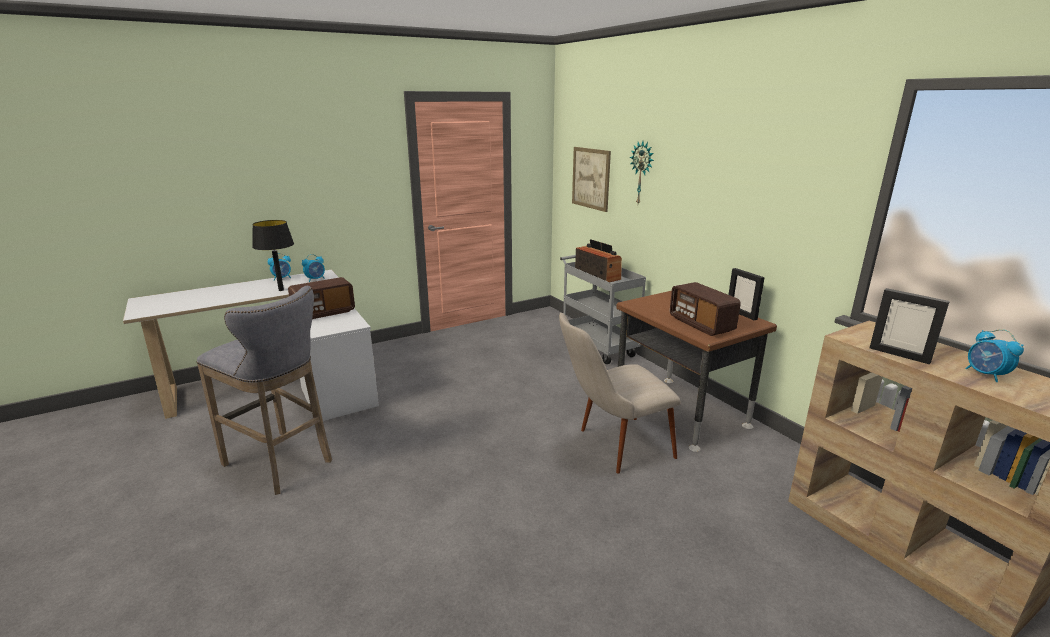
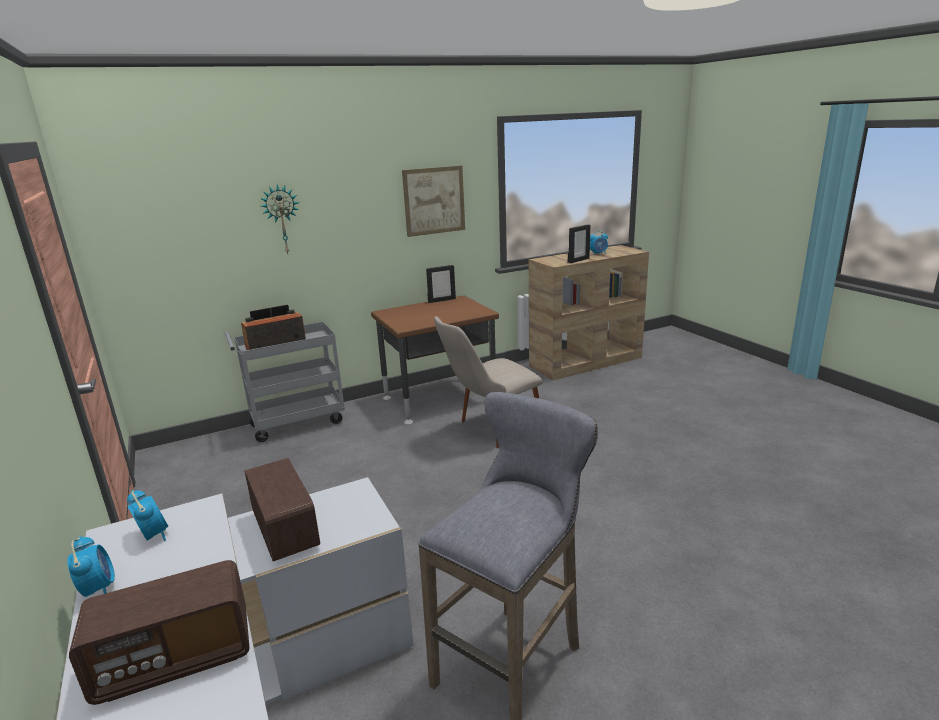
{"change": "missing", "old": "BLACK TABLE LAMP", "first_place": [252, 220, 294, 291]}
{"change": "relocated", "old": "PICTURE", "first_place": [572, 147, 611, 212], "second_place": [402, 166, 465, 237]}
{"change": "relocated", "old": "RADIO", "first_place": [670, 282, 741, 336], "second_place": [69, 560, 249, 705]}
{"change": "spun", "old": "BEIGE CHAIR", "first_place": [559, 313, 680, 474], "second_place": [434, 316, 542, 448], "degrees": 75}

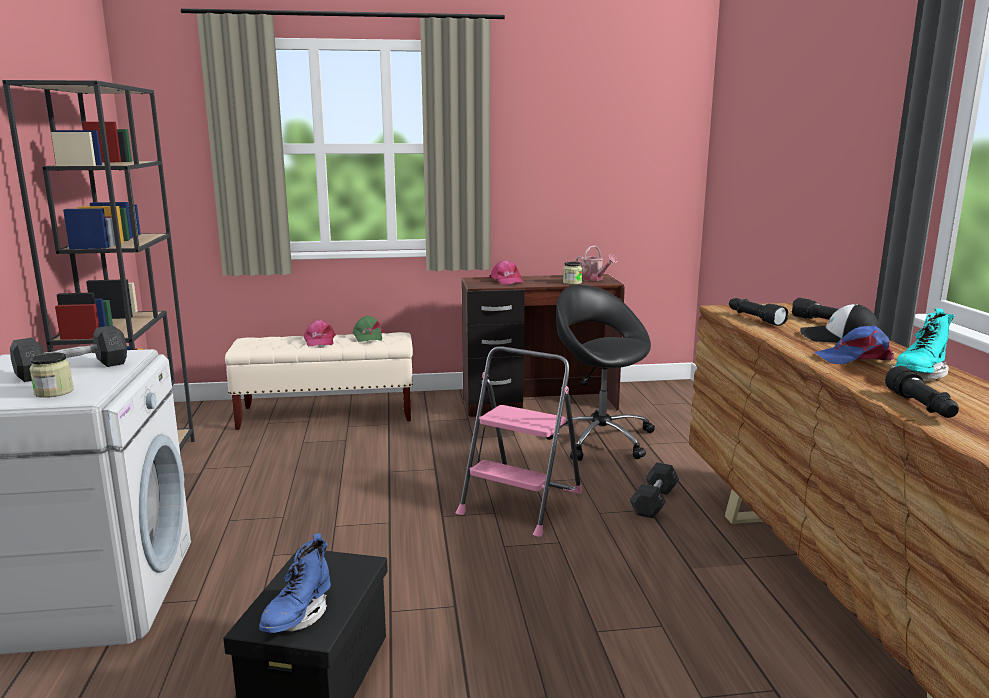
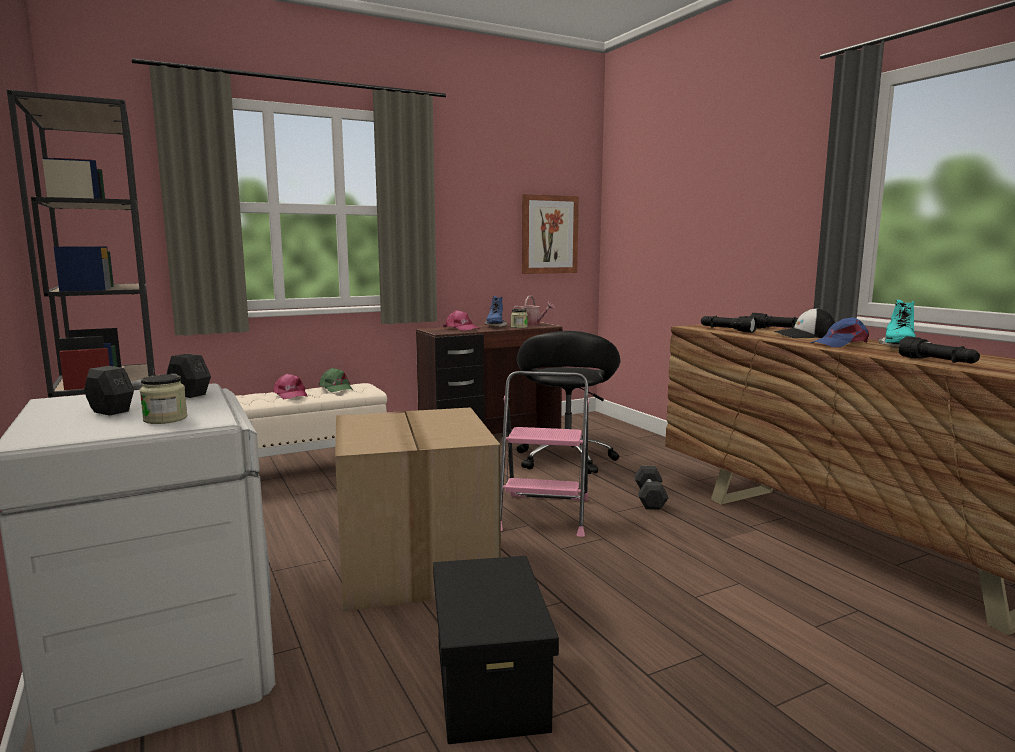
{"change": "appeared", "new": "CARDBOARD BOX", "second_place": [335, 407, 501, 611]}
{"change": "appeared", "new": "PICTURE", "second_place": [522, 194, 579, 274]}
{"change": "relocated", "old": "BLUE BOOT", "first_place": [259, 533, 331, 633], "second_place": [484, 296, 507, 327]}
{"change": "spun", "old": "BLACK OFFICE CHAIR", "first_place": [545, 285, 655, 461], "second_place": [516, 331, 620, 474], "degrees": -105}

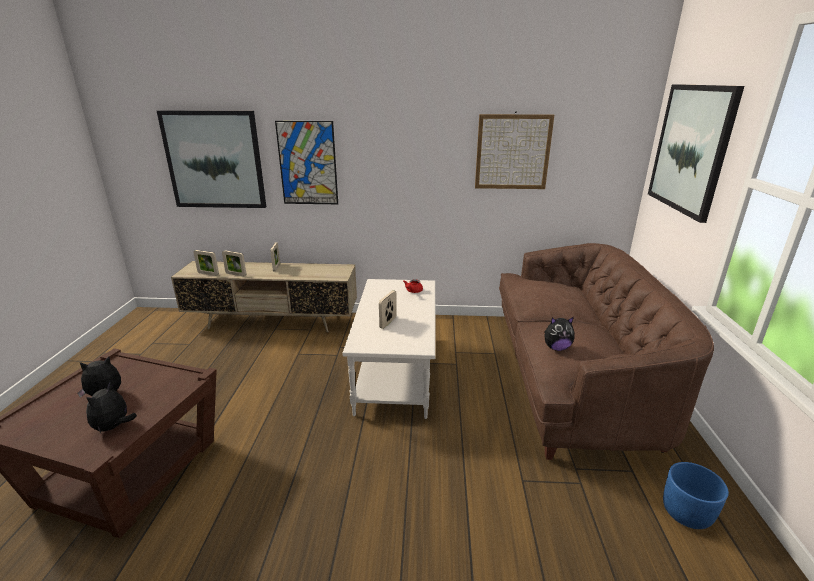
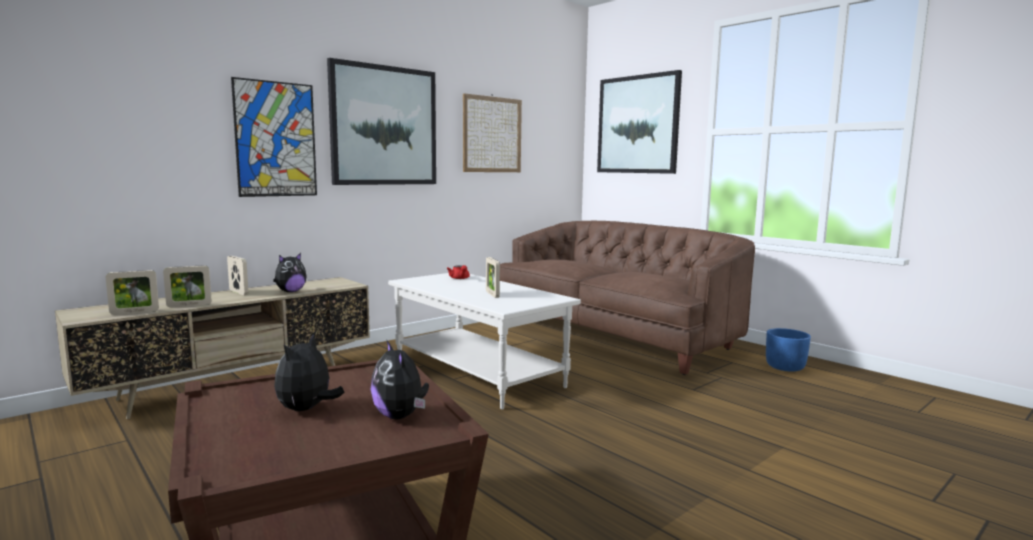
{"change": "relocated", "old": "PICTURE", "first_place": [157, 110, 266, 208], "second_place": [327, 58, 436, 185]}
{"change": "relocated", "old": "PLUSH TOY", "first_place": [544, 317, 574, 351], "second_place": [273, 253, 307, 292]}

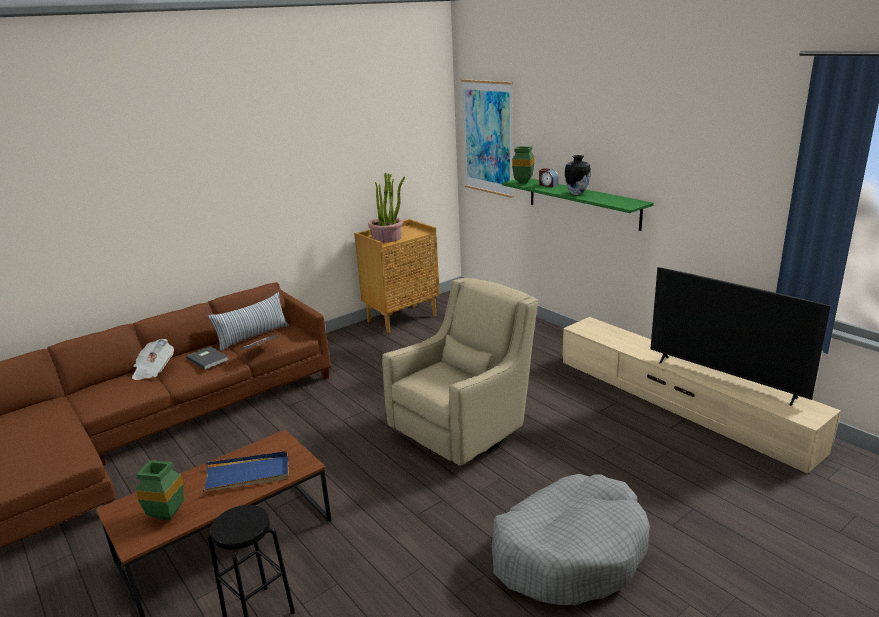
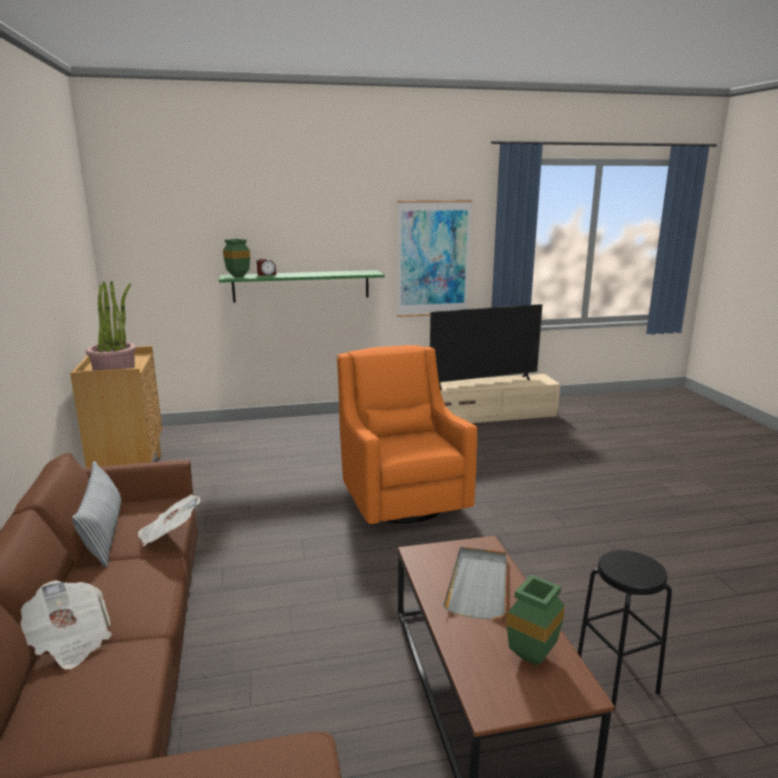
{"change": "missing", "old": "GREY BOOK", "first_place": [186, 346, 229, 370]}
{"change": "missing", "old": "GREY DOG BED", "first_place": [492, 474, 650, 605]}
{"change": "missing", "old": "VASE", "first_place": [565, 155, 591, 195]}
{"change": "relocated", "old": "PICTURE", "first_place": [461, 79, 514, 198], "second_place": [397, 200, 472, 317]}
{"change": "colour", "old": "BLUE TRAY", "new": "GREY TRAY", "first_place": [203, 451, 289, 492], "second_place": [443, 547, 507, 620]}
{"change": "colour", "old": "BEIGE ARMCHAIR", "new": "ORANGE ARMCHAIR", "first_place": [382, 278, 538, 466], "second_place": [337, 345, 477, 524]}

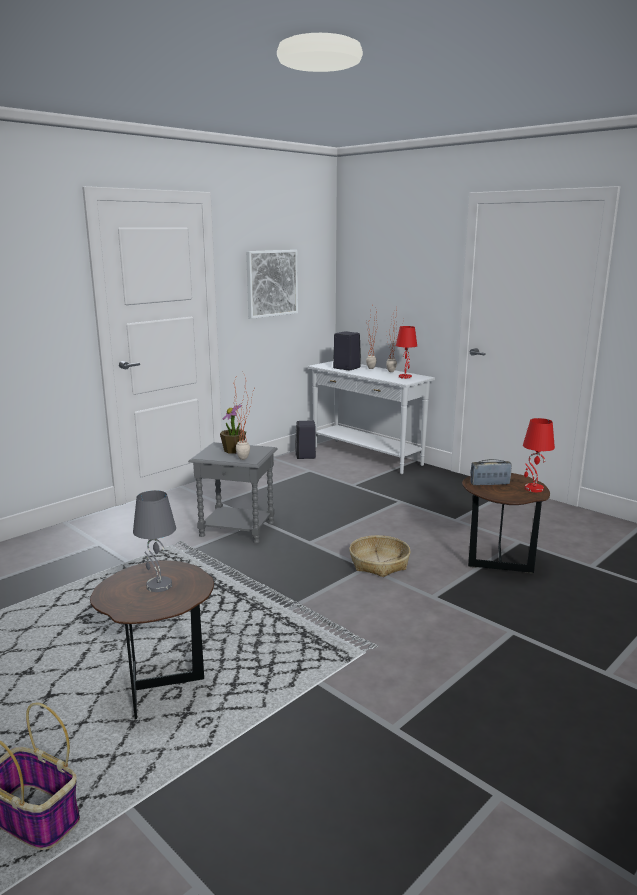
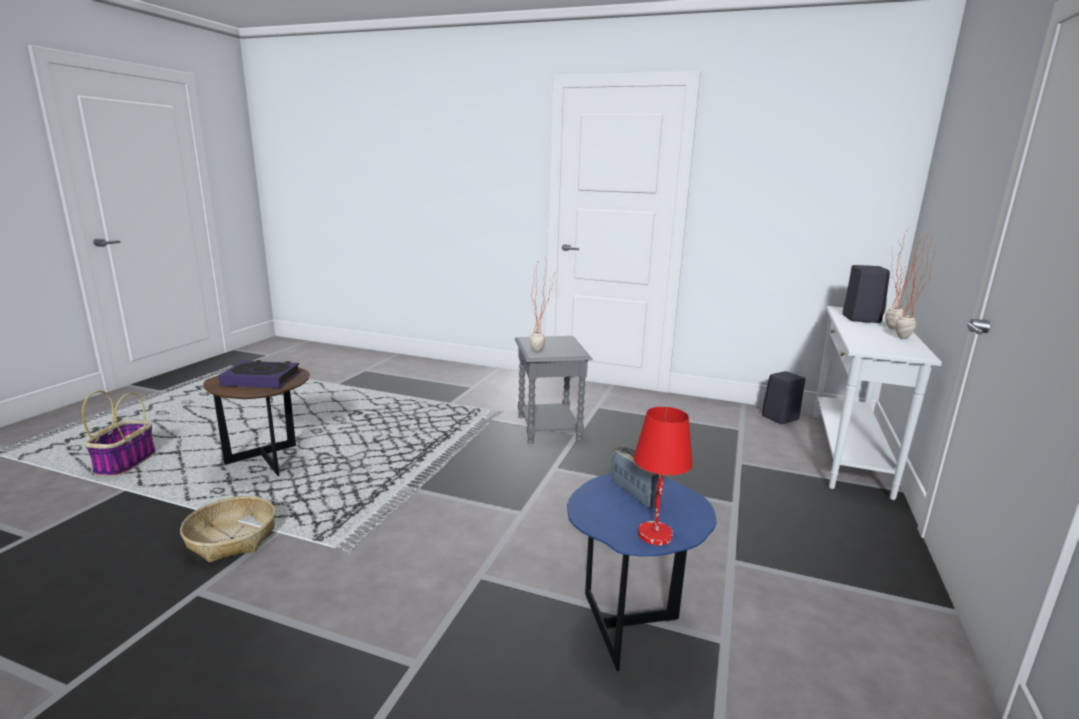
{"change": "missing", "old": "POTTED PLANT", "first_place": [220, 404, 246, 454]}
{"change": "missing", "old": "PICTURE", "first_place": [246, 250, 298, 319]}
{"change": "missing", "old": "RED TABLE LAMP", "first_place": [396, 326, 417, 379]}
{"change": "relocated", "old": "BASKET", "first_place": [349, 535, 411, 577], "second_place": [180, 496, 275, 563]}
{"change": "exchanged", "old": "GREY TABLE LAMP", "new": "BOOK", "first_place": [133, 490, 176, 592], "second_place": [218, 360, 300, 388]}
{"change": "colour", "old": "BROWN SIDE TABLE", "new": "BLUE SIDE TABLE", "first_place": [462, 473, 550, 574], "second_place": [567, 473, 716, 671]}

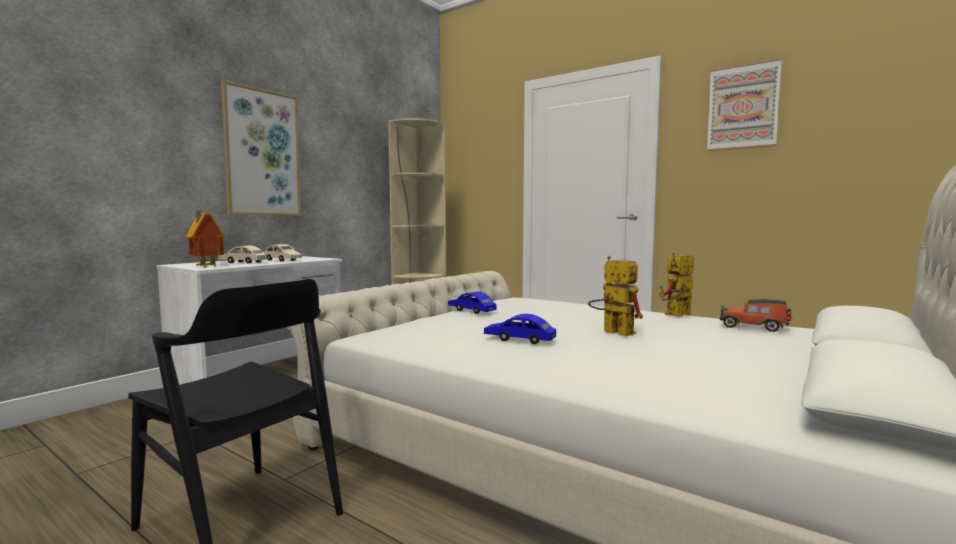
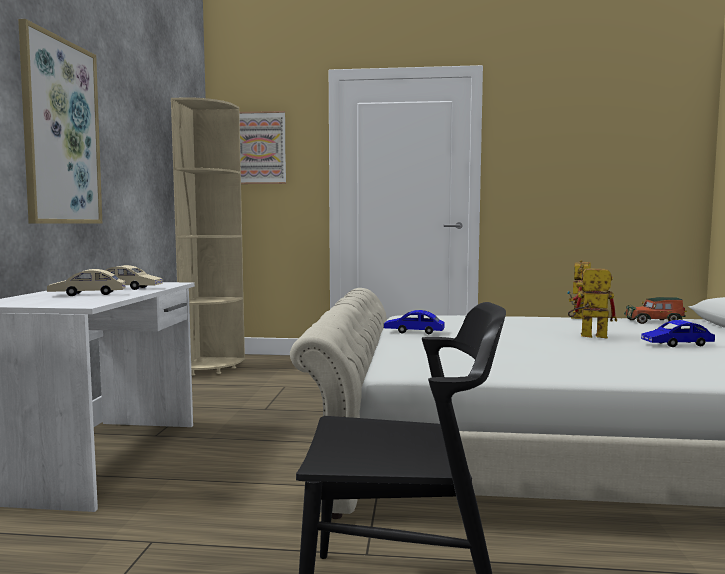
{"change": "missing", "old": "TOY HOUSE", "first_place": [186, 210, 225, 268]}
{"change": "relocated", "old": "BLUE TOY CAR", "first_place": [484, 314, 556, 344], "second_place": [641, 320, 715, 347]}
{"change": "relocated", "old": "PICTURE", "first_place": [707, 58, 782, 151], "second_place": [239, 111, 286, 184]}

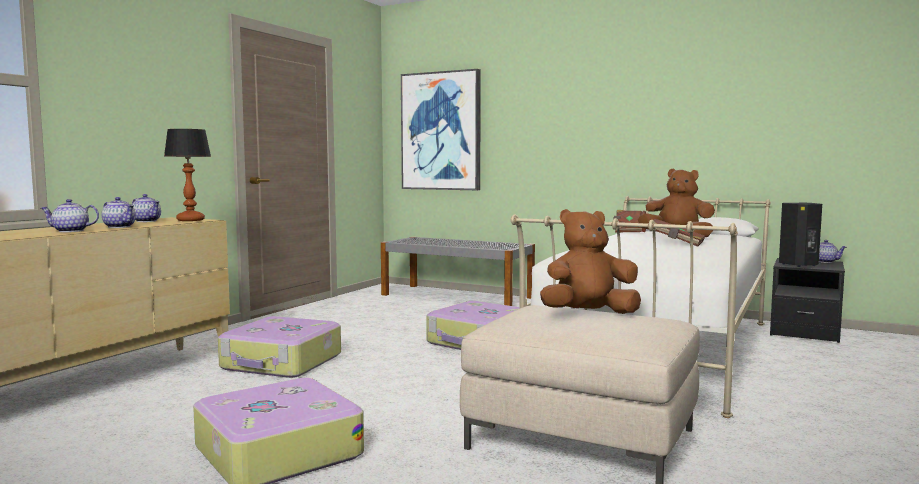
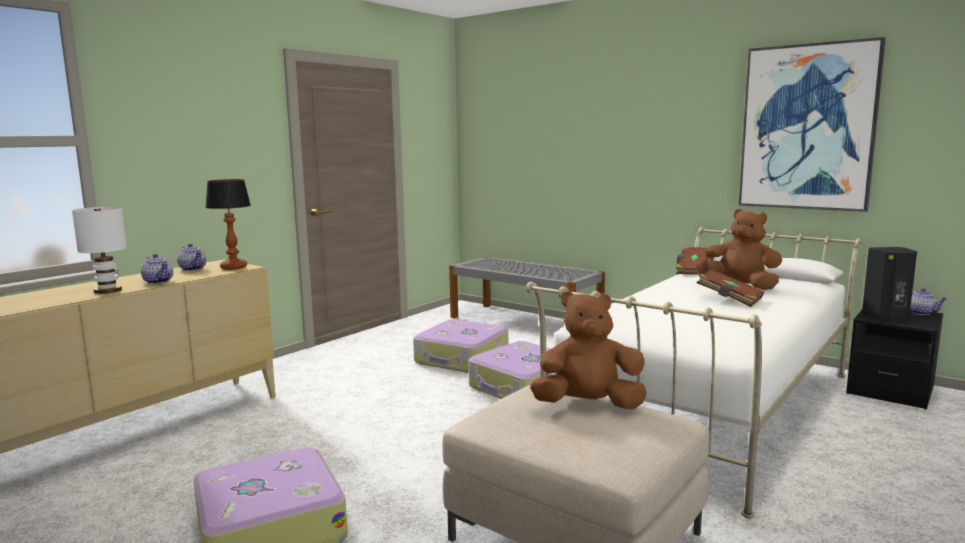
{"change": "relocated", "old": "SUITCASE", "first_place": [218, 316, 341, 378], "second_place": [413, 320, 508, 373]}
{"change": "relocated", "old": "PICTURE", "first_place": [401, 69, 481, 190], "second_place": [739, 37, 886, 212]}
{"change": "exchanged", "old": "TEAPOT", "new": "WHITE TABLE LAMP", "first_place": [41, 199, 99, 232], "second_place": [72, 207, 127, 294]}

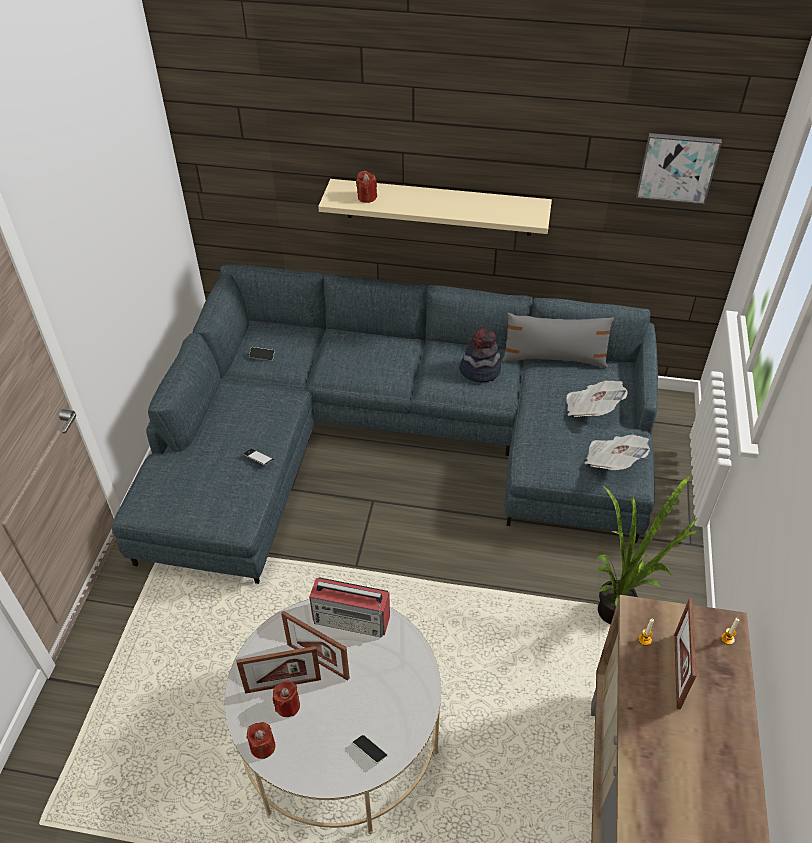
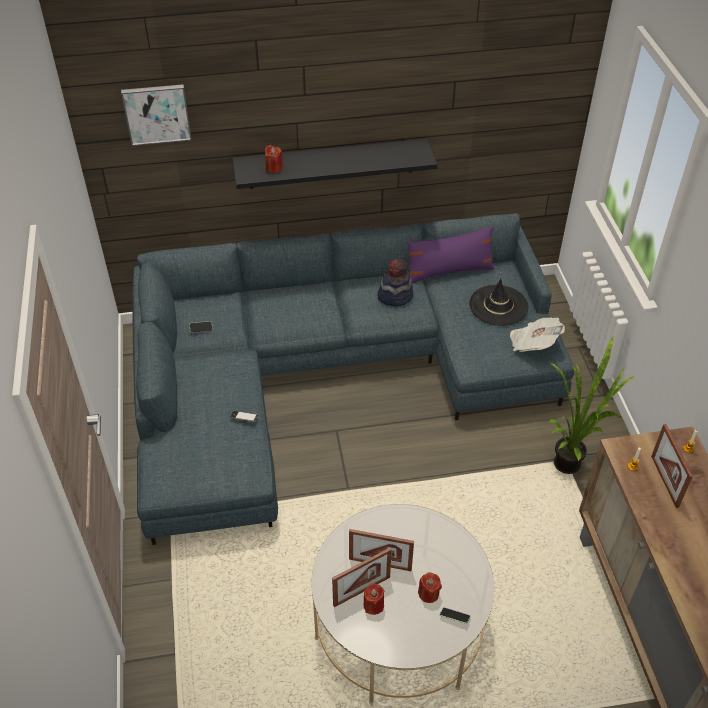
{"change": "missing", "old": "RADIO", "first_place": [309, 577, 390, 637]}
{"change": "relocated", "old": "RED CANDLE", "first_place": [246, 722, 275, 759], "second_place": [418, 572, 442, 603]}
{"change": "relocated", "old": "PICTURE", "first_place": [636, 133, 722, 204], "second_place": [121, 84, 191, 146]}
{"change": "exchanged", "old": "NEWSPAPER", "new": "BLACK HAT", "first_place": [566, 381, 628, 417], "second_place": [469, 279, 528, 326]}
{"change": "colour", "old": "BEIGE SHELF", "new": "BLACK SHELF", "first_place": [318, 179, 552, 236], "second_place": [232, 139, 438, 189]}
{"change": "colour", "old": "GREY PILLOW", "new": "PURPLE PILLOW", "first_place": [502, 313, 614, 368], "second_place": [407, 226, 495, 283]}

